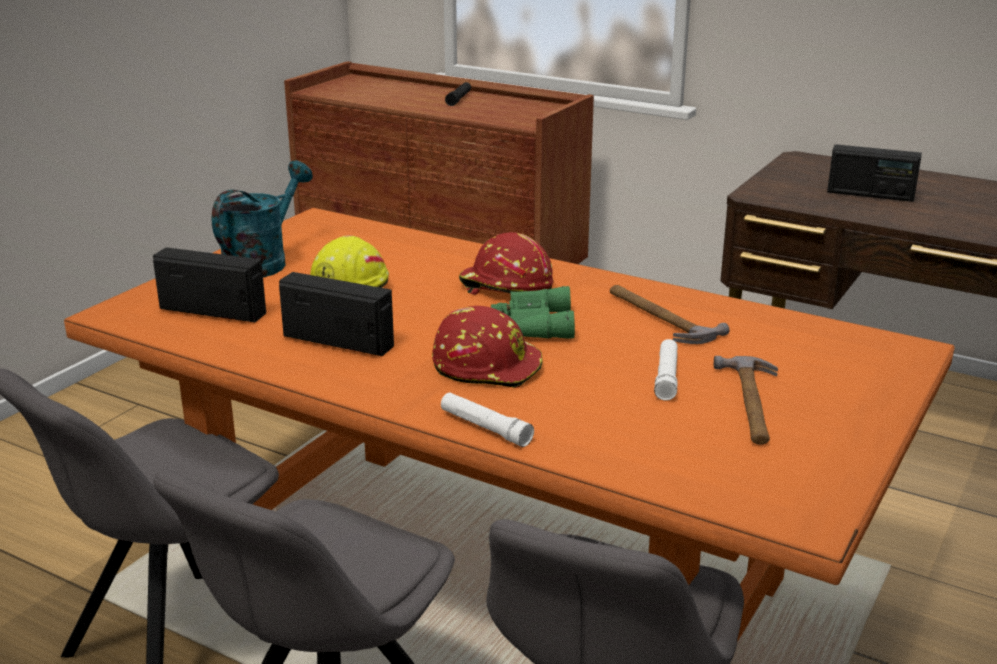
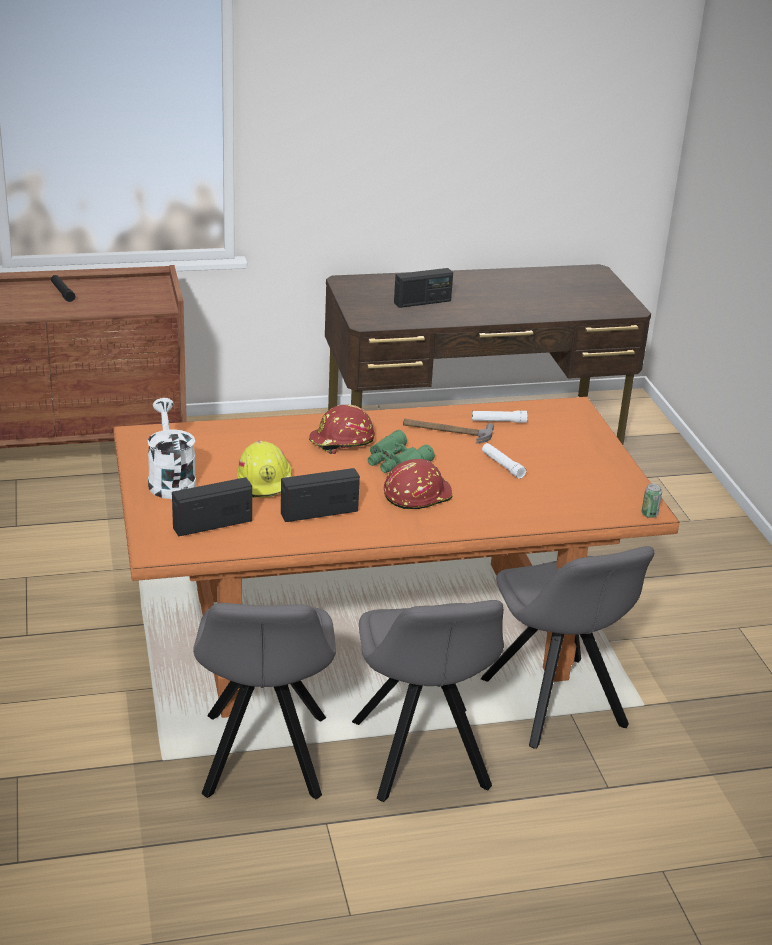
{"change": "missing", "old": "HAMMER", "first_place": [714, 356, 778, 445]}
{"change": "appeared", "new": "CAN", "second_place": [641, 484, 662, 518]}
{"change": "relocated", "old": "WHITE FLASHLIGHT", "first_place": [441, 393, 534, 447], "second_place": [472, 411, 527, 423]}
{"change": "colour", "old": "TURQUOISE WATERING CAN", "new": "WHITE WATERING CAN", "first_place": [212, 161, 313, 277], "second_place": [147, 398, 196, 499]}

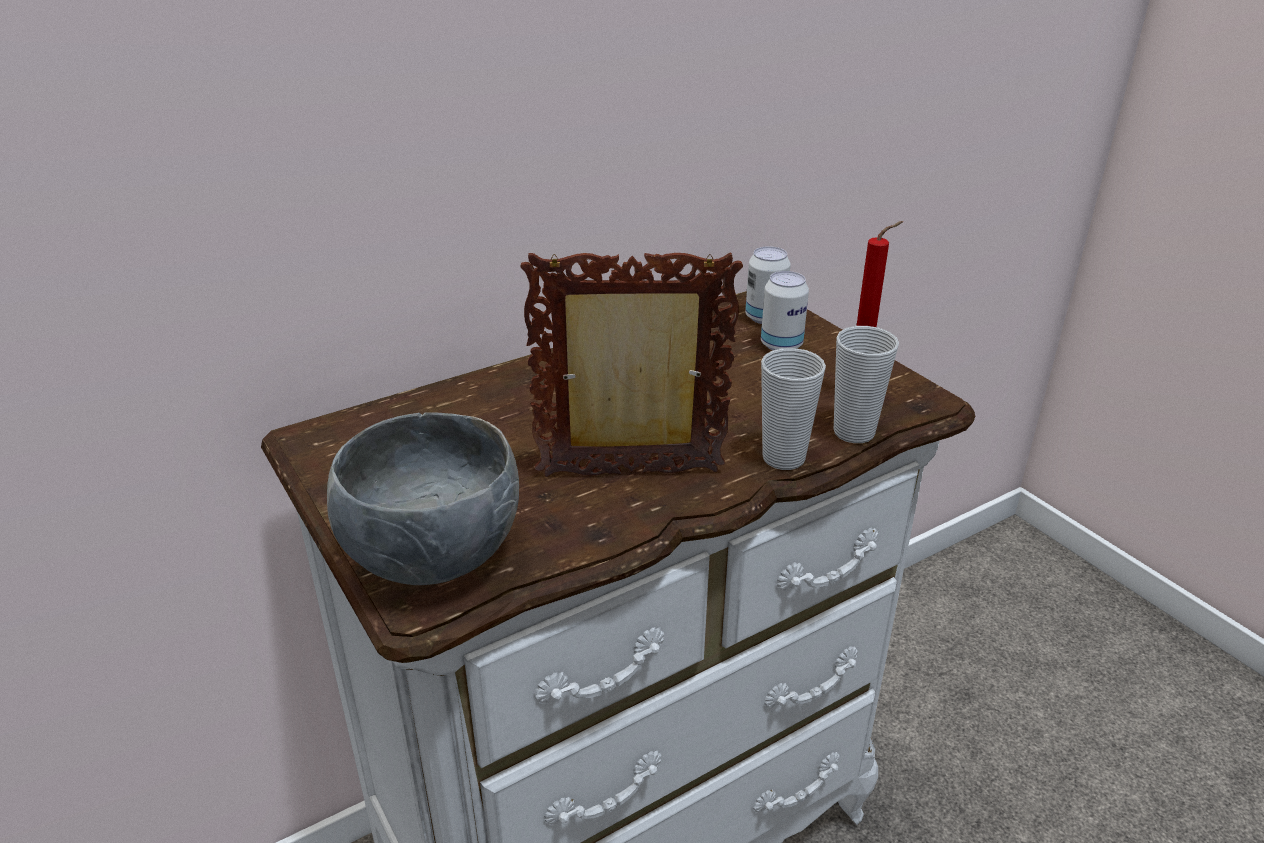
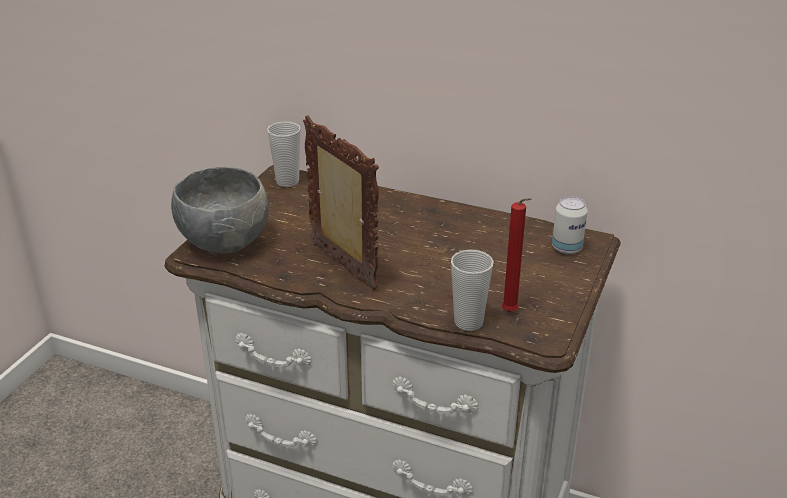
{"change": "missing", "old": "CAN", "first_place": [761, 271, 809, 350]}
{"change": "relocated", "old": "CUP", "first_place": [761, 348, 826, 470], "second_place": [267, 122, 301, 187]}

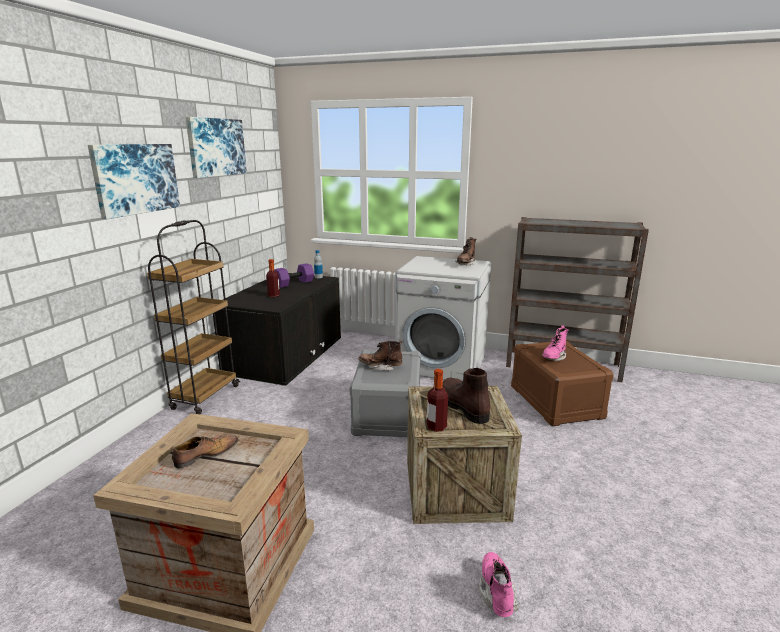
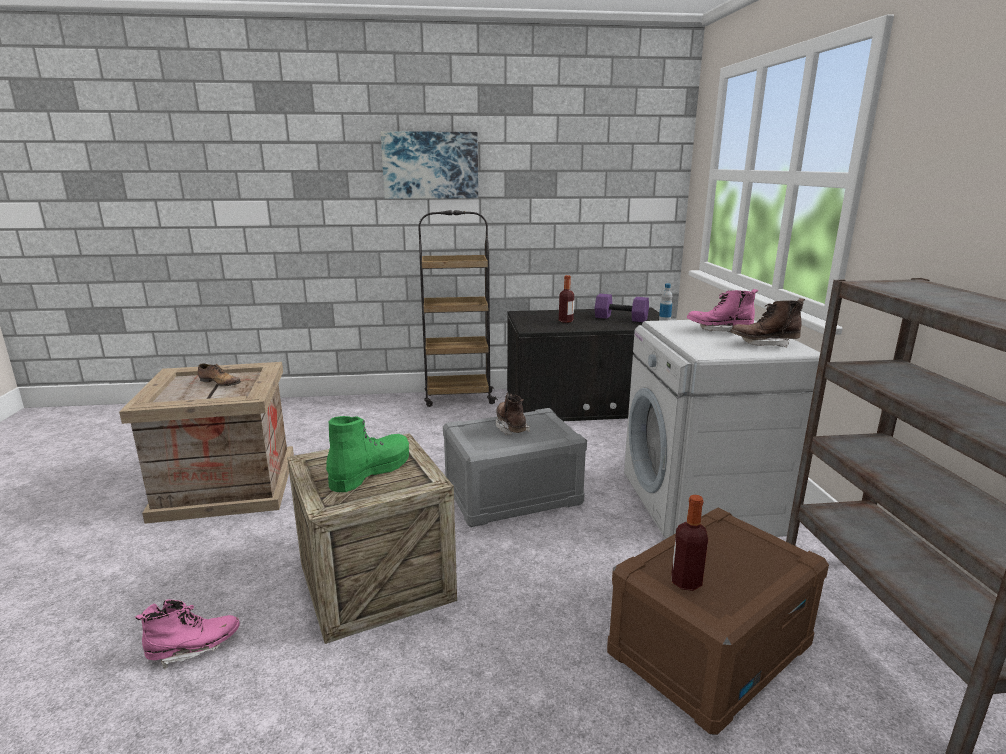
{"change": "missing", "old": "PICTURE", "first_place": [186, 117, 247, 178]}
{"change": "relocated", "old": "BOTTLE", "first_place": [427, 369, 448, 432], "second_place": [671, 495, 708, 591]}
{"change": "relocated", "old": "PINK BOOT", "first_place": [541, 326, 569, 361], "second_place": [687, 289, 758, 333]}
{"change": "colour", "old": "BROWN BOOT", "new": "GREEN BOOT", "first_place": [443, 368, 490, 424], "second_place": [326, 416, 409, 492]}

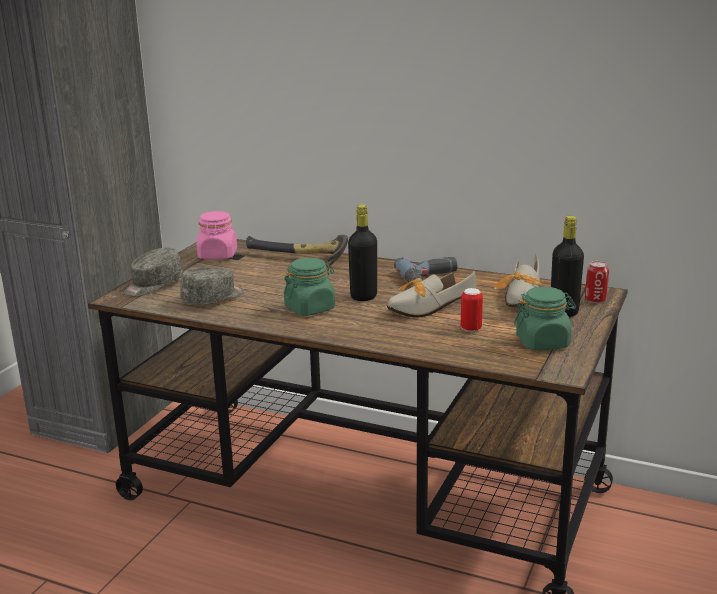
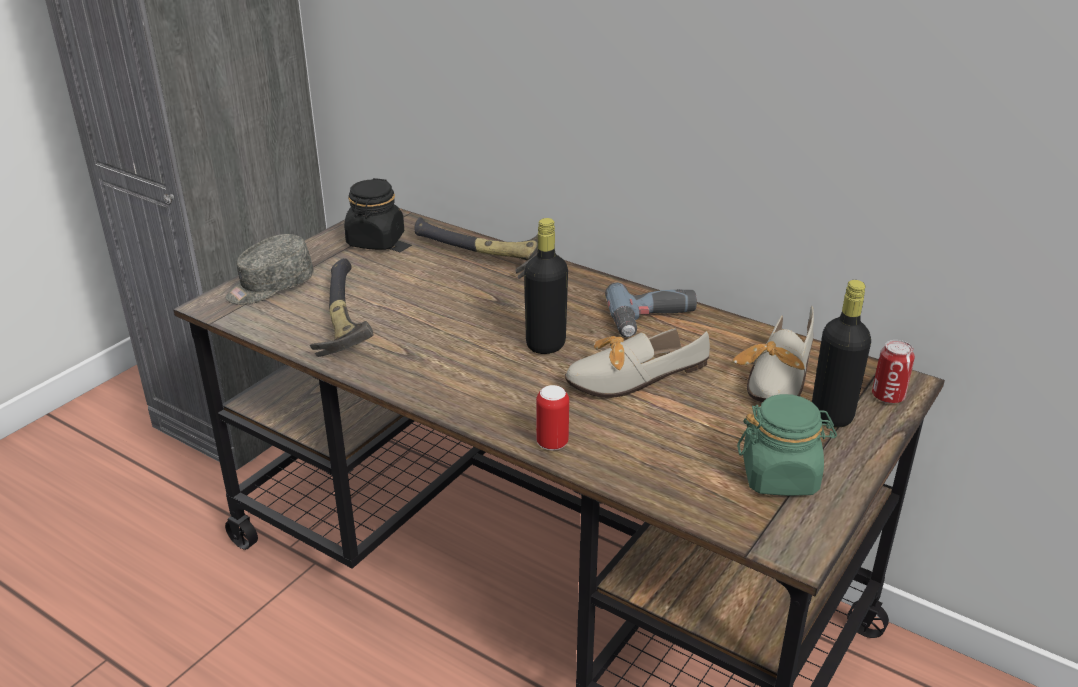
{"change": "missing", "old": "GREEN JAR", "first_place": [284, 258, 335, 316]}
{"change": "relocated", "old": "CAN", "first_place": [461, 288, 483, 332], "second_place": [536, 385, 569, 450]}
{"change": "exchanged", "old": "GREY CAP", "new": "HAMMER", "first_place": [180, 267, 244, 304], "second_place": [310, 258, 374, 357]}
{"change": "colour", "old": "PINK JAR", "new": "BLACK JAR", "first_place": [197, 211, 237, 260], "second_place": [344, 178, 404, 250]}

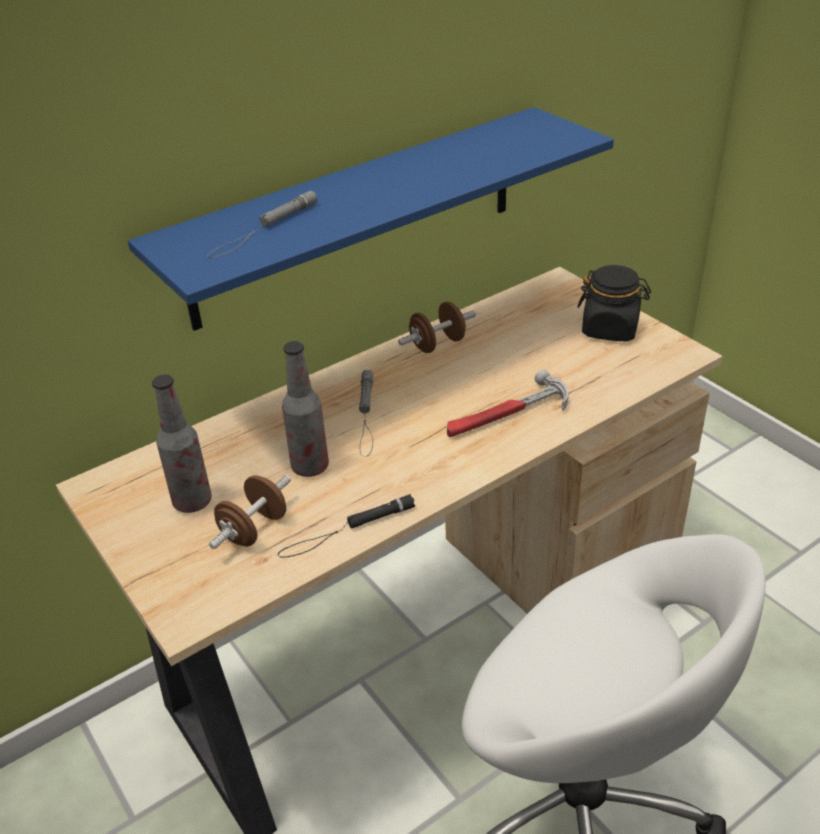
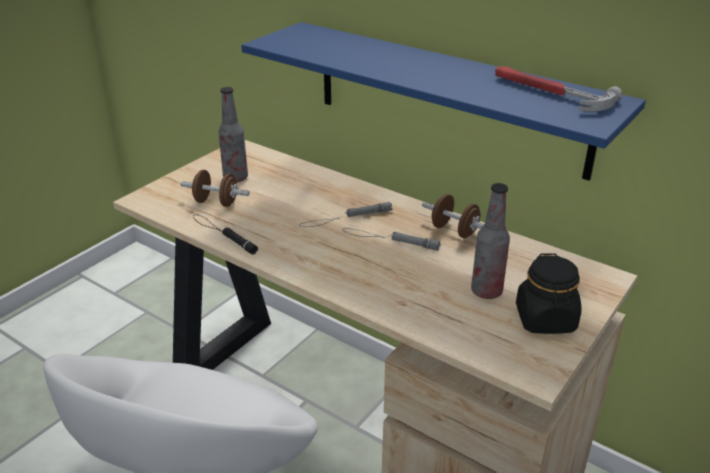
{"change": "relocated", "old": "GREY FLASHLIGHT", "first_place": [207, 191, 318, 258], "second_place": [342, 228, 440, 251]}
{"change": "relocated", "old": "BOTTLE", "first_place": [282, 341, 329, 477], "second_place": [471, 183, 510, 299]}
{"change": "relocated", "old": "HAMMER", "first_place": [447, 370, 569, 437], "second_place": [495, 66, 622, 112]}

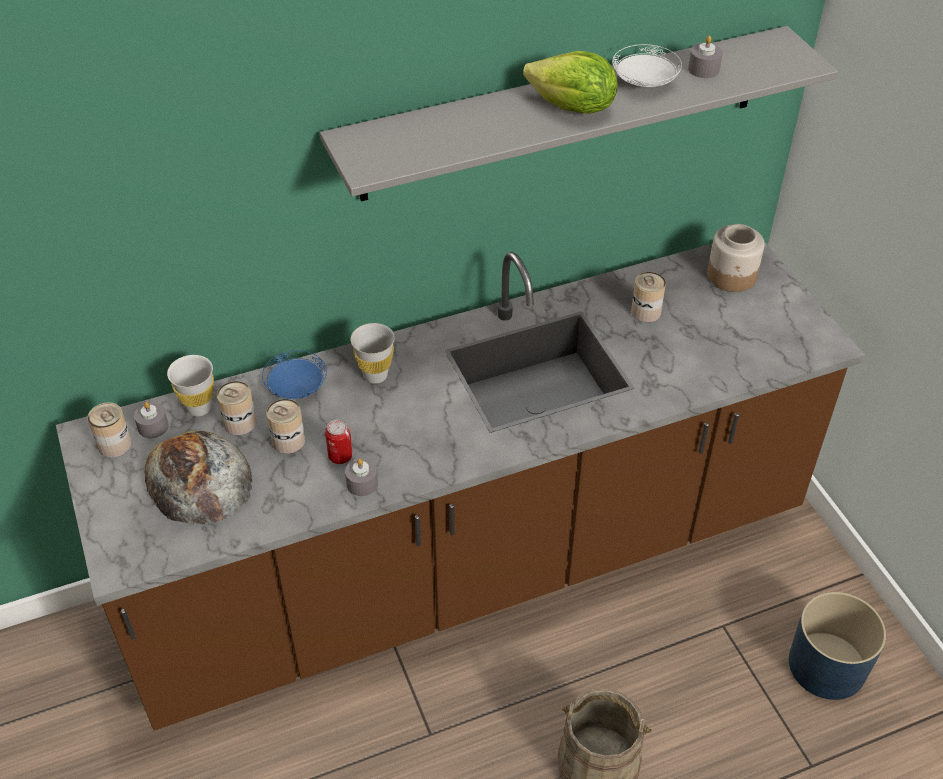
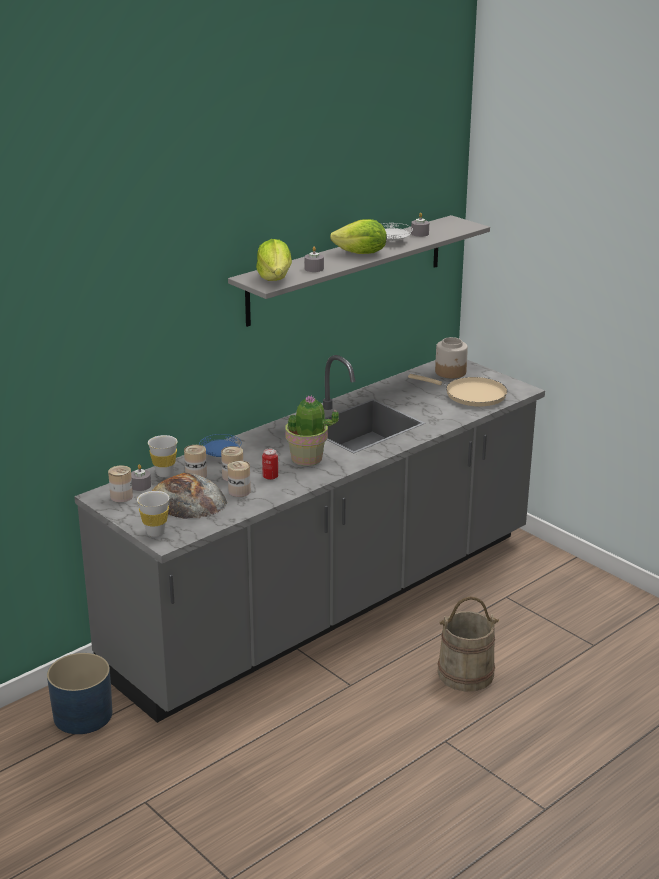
{"change": "appeared", "new": "LETTUCE", "second_place": [256, 239, 292, 281]}
{"change": "appeared", "new": "POTTED PLANT", "second_place": [285, 395, 339, 466]}
{"change": "appeared", "new": "BEIGE FRYING PAN", "second_place": [408, 374, 507, 406]}
{"change": "relocated", "old": "GREY CANDLE", "first_place": [345, 458, 378, 496], "second_place": [304, 247, 324, 272]}
{"change": "relocated", "old": "WHITE CUP", "first_place": [351, 323, 395, 384], "second_place": [137, 491, 169, 537]}
{"change": "relocated", "old": "CAN", "first_place": [631, 272, 666, 322], "second_place": [228, 460, 251, 497]}
{"change": "relocated", "old": "BLUE PLANTER", "first_place": [789, 592, 886, 700], "second_place": [47, 653, 112, 734]}
{"change": "colour", "old": "BROWN COUNTER", "new": "GREY COUNTER", "first_place": [56, 242, 865, 731], "second_place": [74, 355, 545, 723]}

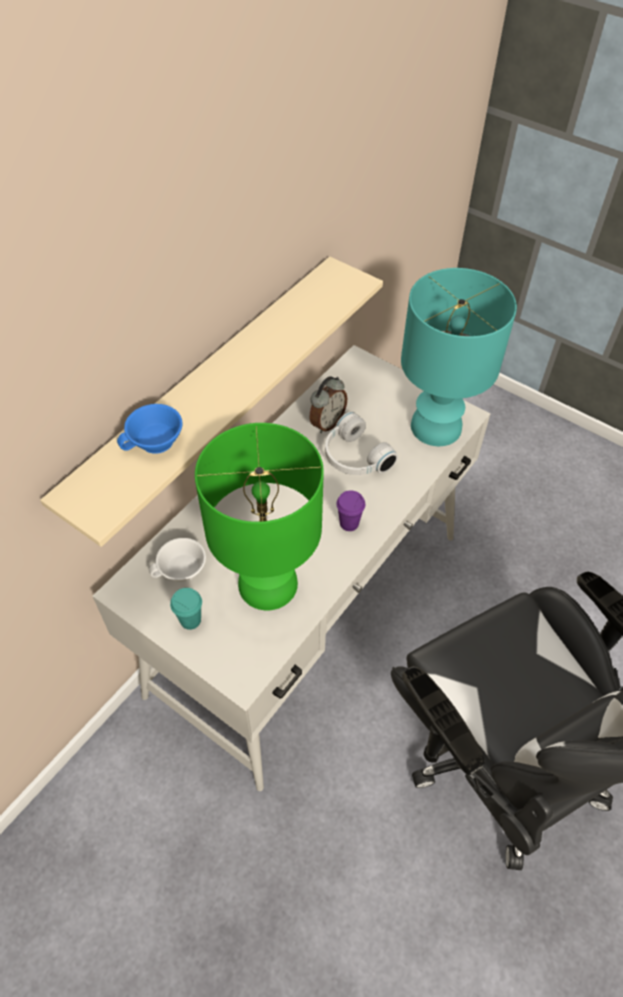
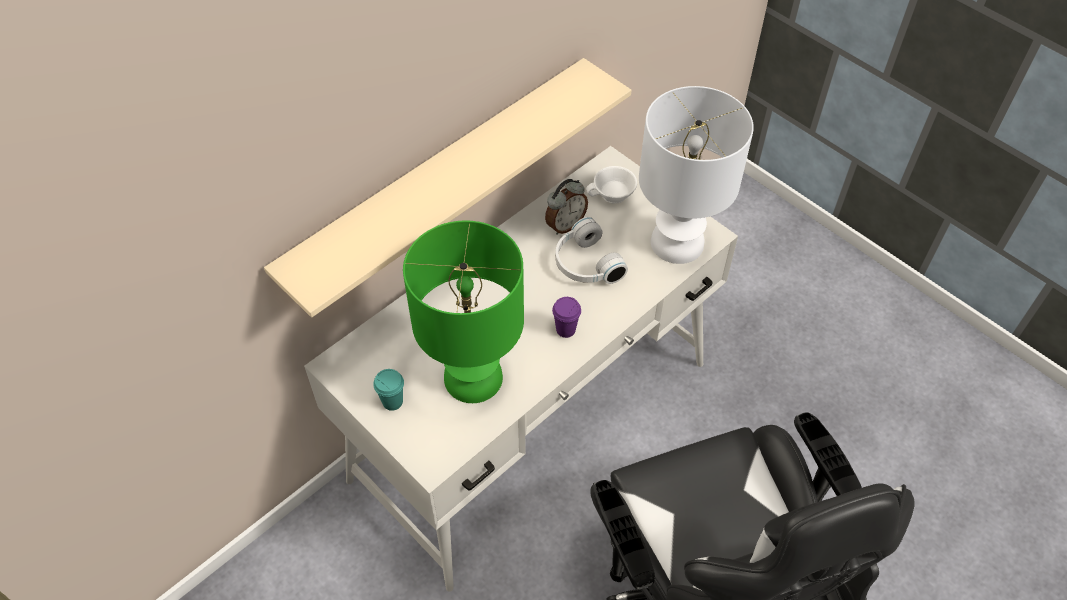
{"change": "missing", "old": "BLUE CUP", "first_place": [117, 404, 183, 454]}
{"change": "relocated", "old": "WHITE CUP", "first_place": [149, 538, 206, 582], "second_place": [586, 166, 637, 204]}
{"change": "colour", "old": "TURQUOISE TABLE LAMP", "new": "WHITE TABLE LAMP", "first_place": [401, 268, 517, 446], "second_place": [639, 86, 754, 264]}

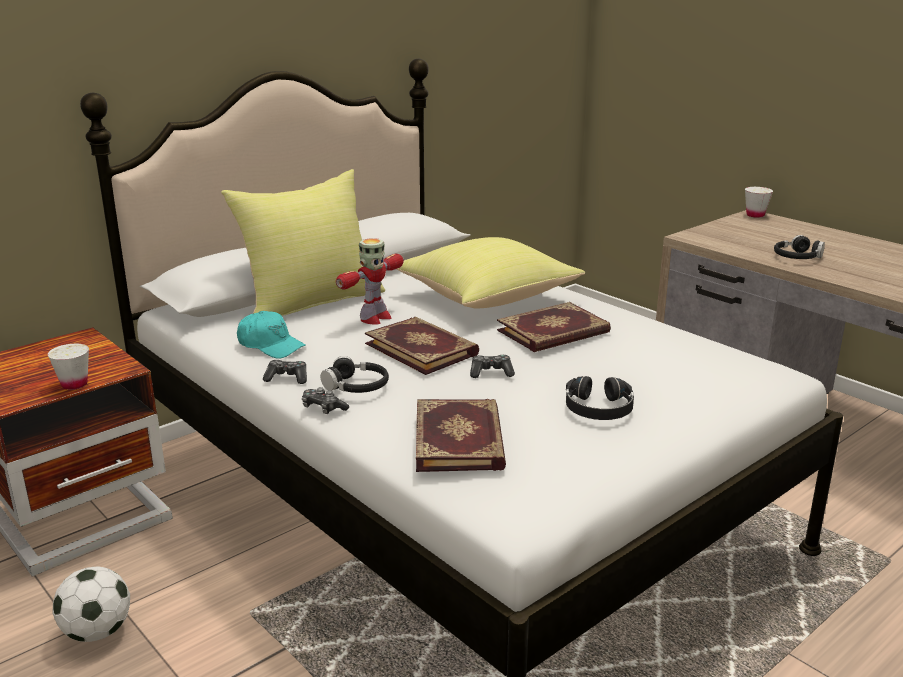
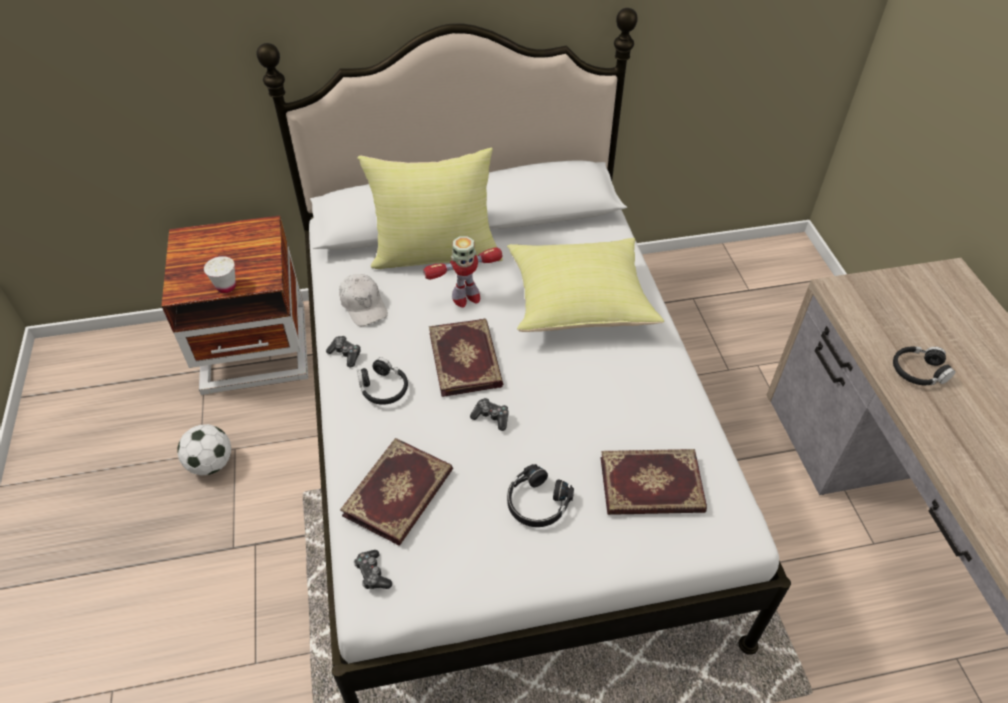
{"change": "missing", "old": "WHITE CUP", "first_place": [745, 187, 773, 218]}
{"change": "relocated", "old": "GAME CONTROLLER", "first_place": [302, 387, 349, 414], "second_place": [354, 550, 392, 589]}
{"change": "relocated", "old": "BOOK", "first_place": [497, 302, 611, 352], "second_place": [601, 449, 707, 515]}
{"change": "colour", "old": "TURQUOISE CAP", "new": "WHITE CAP", "first_place": [237, 311, 306, 359], "second_place": [339, 274, 388, 326]}

